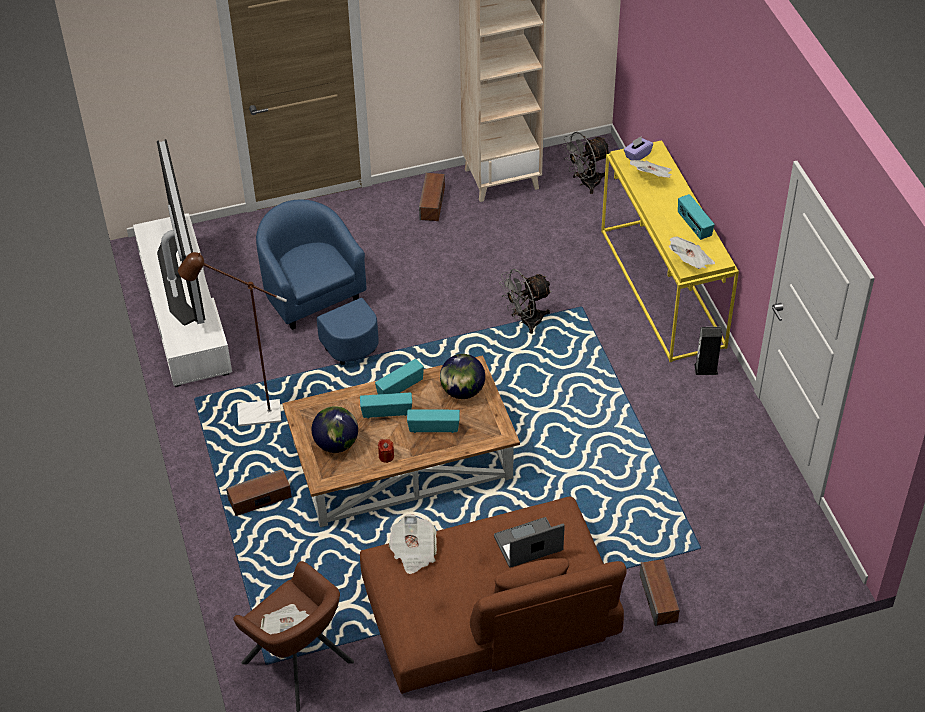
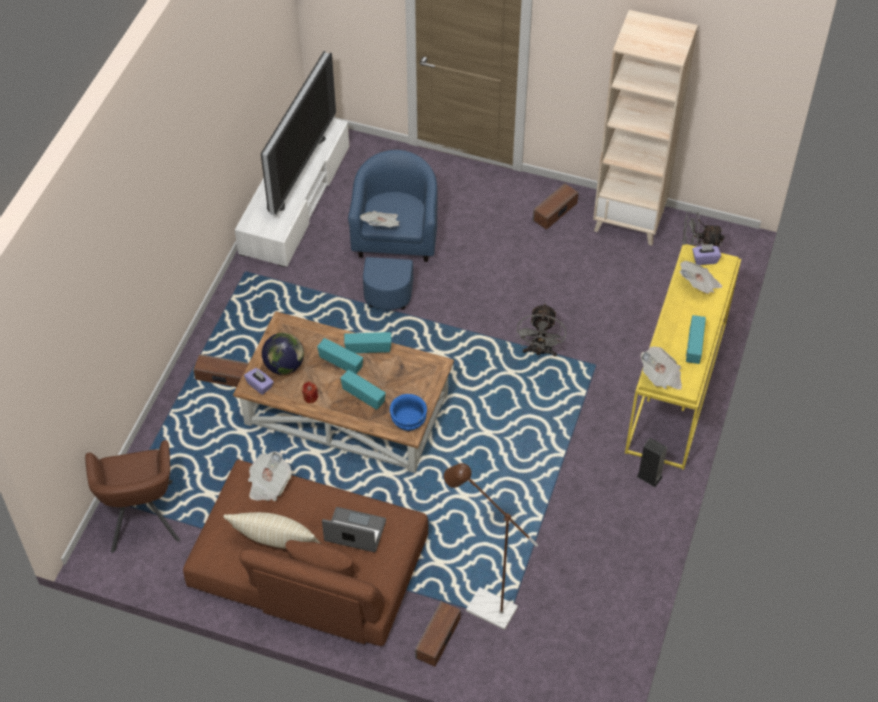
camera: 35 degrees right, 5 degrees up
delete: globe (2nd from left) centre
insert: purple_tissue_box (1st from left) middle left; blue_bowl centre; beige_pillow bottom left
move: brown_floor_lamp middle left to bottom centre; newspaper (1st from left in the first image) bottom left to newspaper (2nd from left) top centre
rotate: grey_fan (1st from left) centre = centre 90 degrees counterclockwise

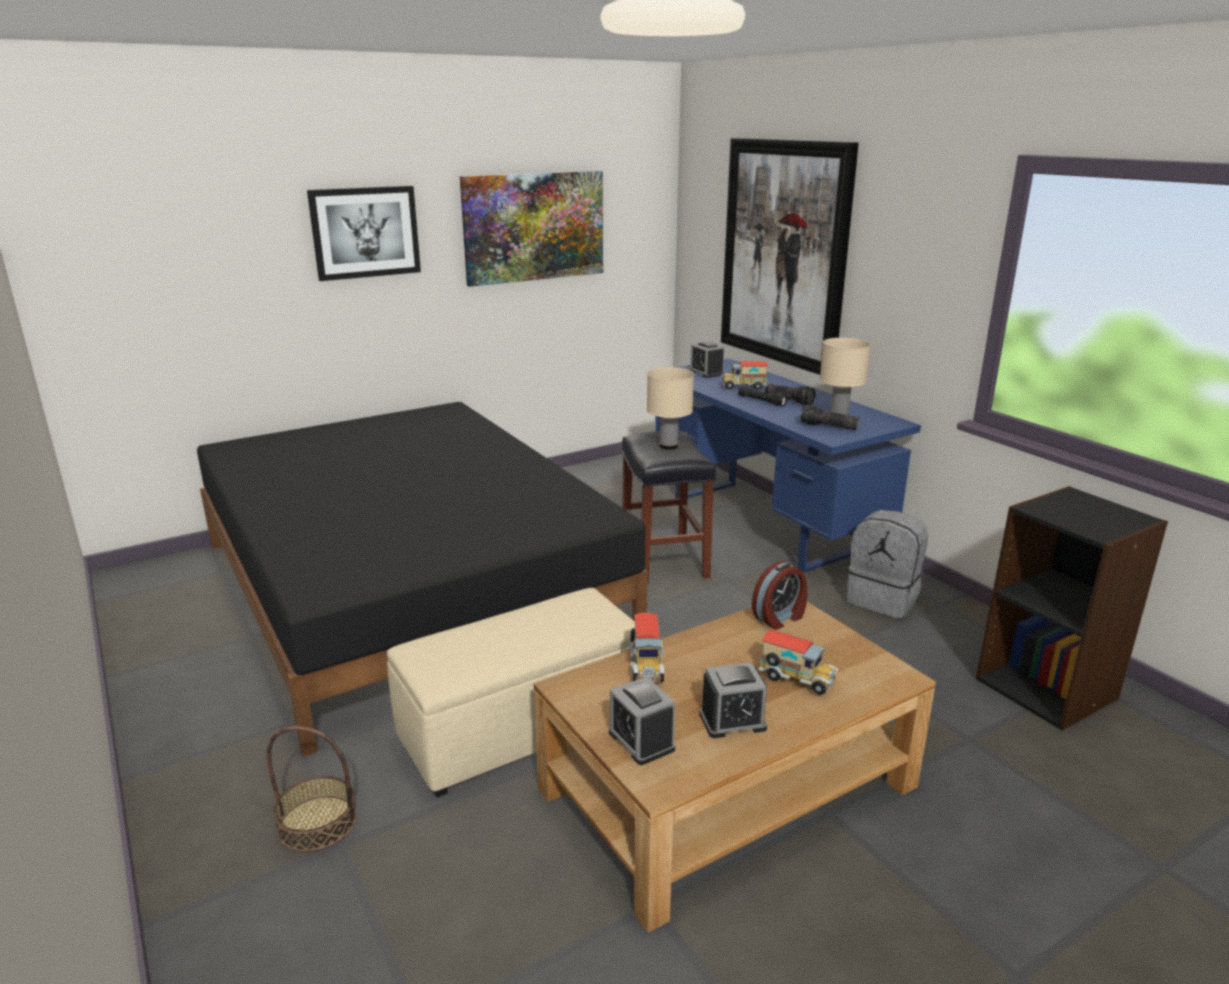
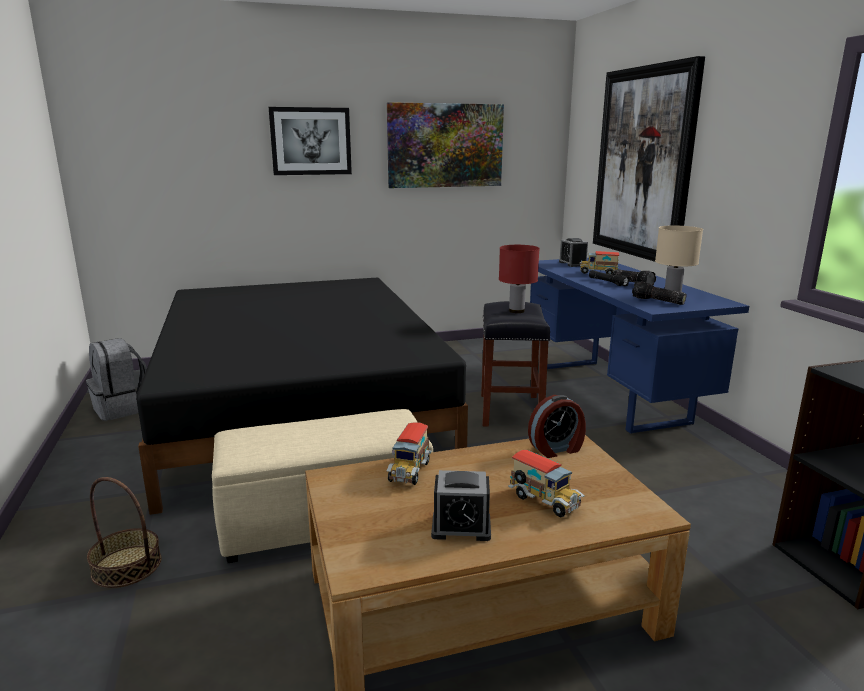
camera: 15 degrees right, 5 degrees down
delete: alarm_clock (1st from left) bottom centre
move: grey_backpack middle right to middle left
recolor: beige_table_lamp (1st from left) centre to red_table_lamp centre

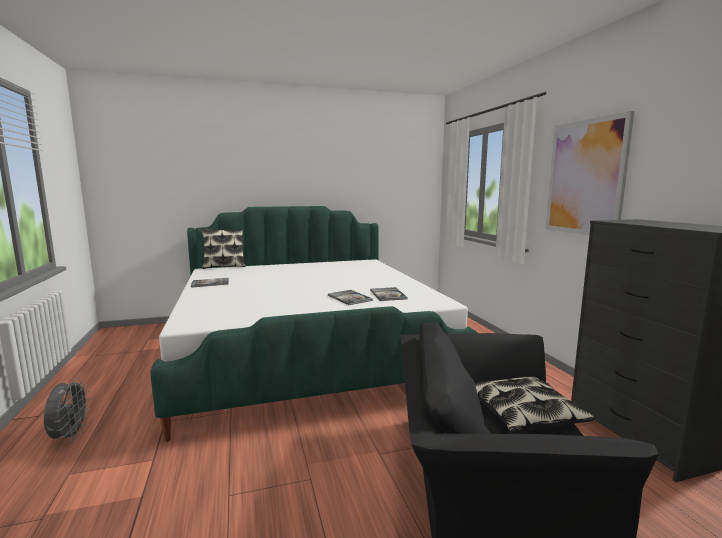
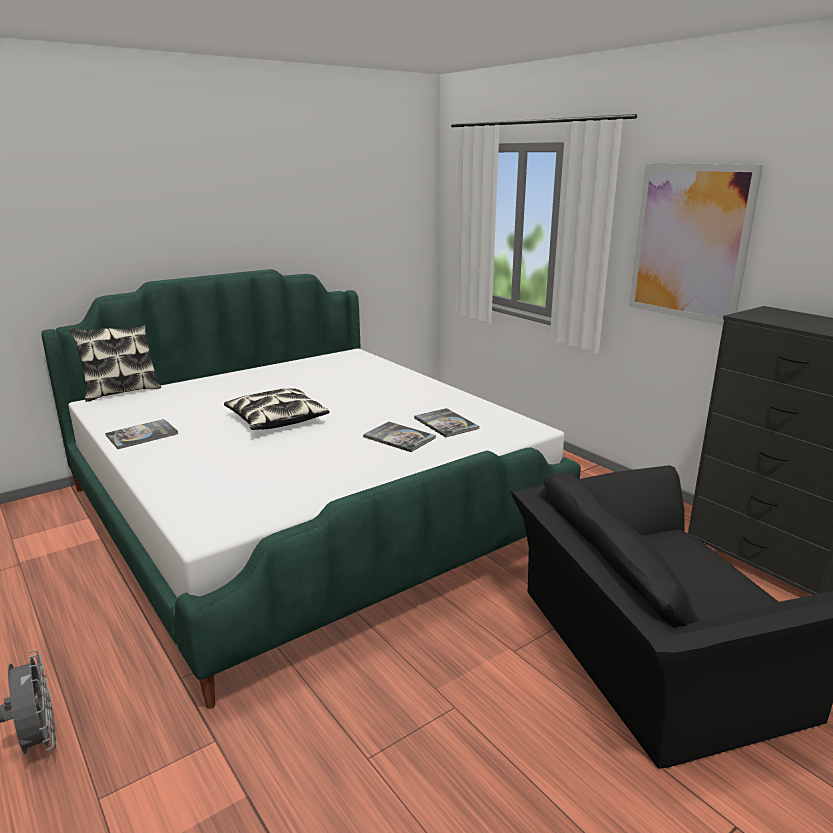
camera: 20 degrees left, 10 degrees up
move: pillow (2nd from left) bottom right to middle left

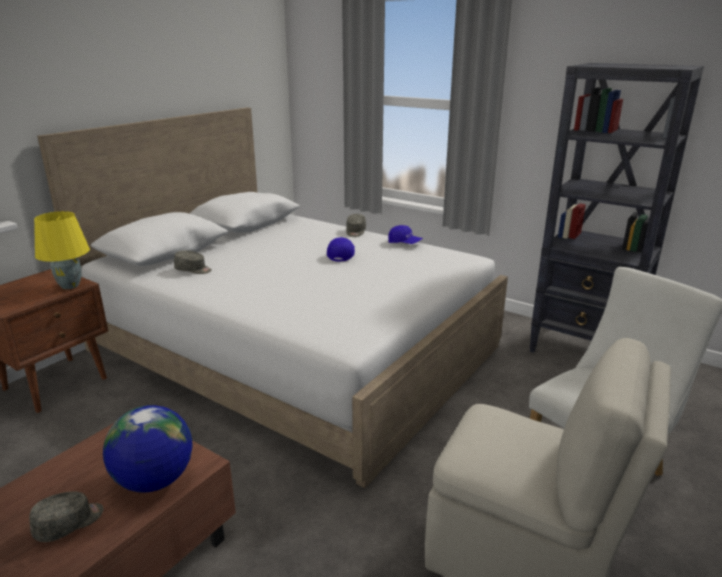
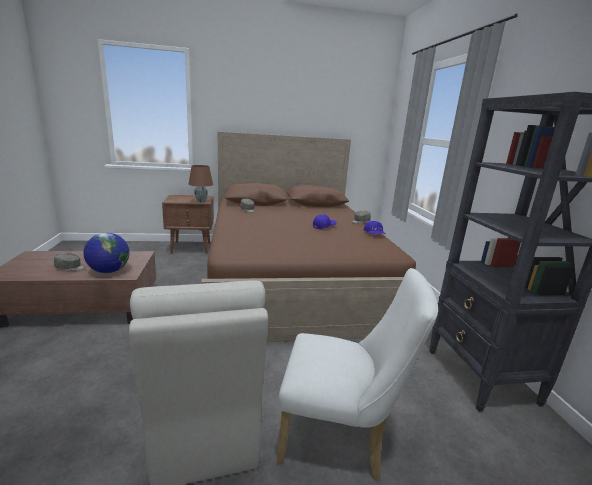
camera: 45 degrees right, 5 degrees down
recolor: white_bed centre to brown_bed centre; yellow_table_lamp middle left to brown_table_lamp centre

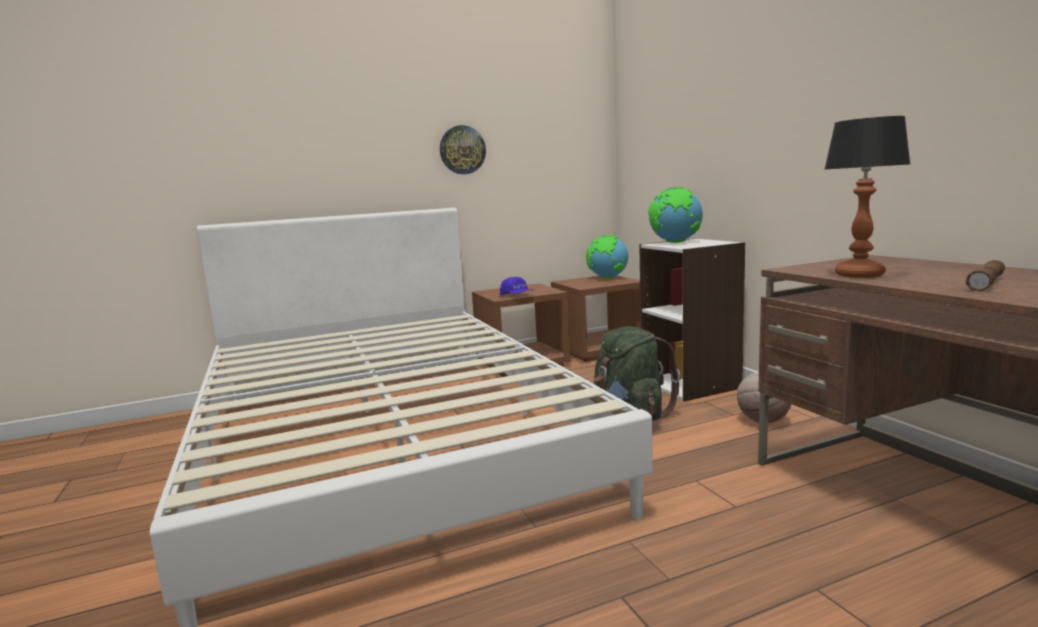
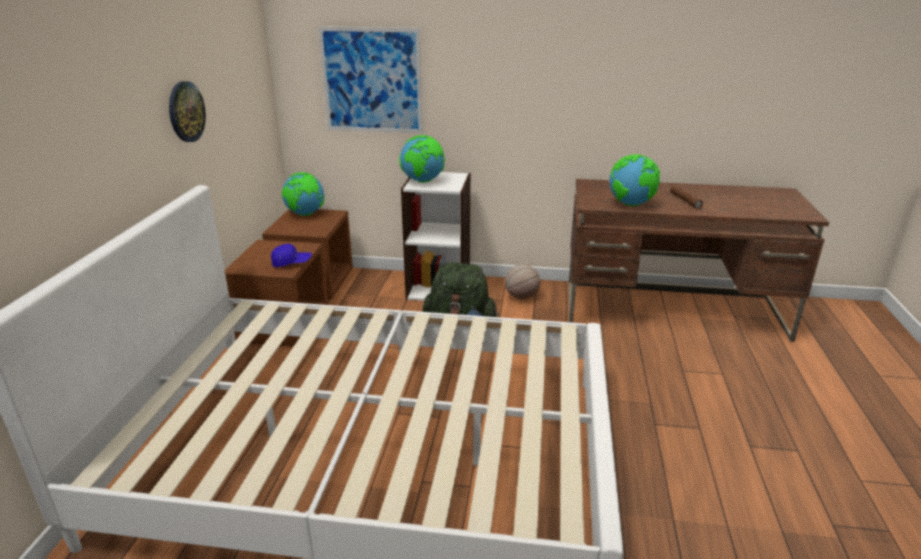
camera: 60 degrees left, 15 degrees up
insert: picture top centre
replace: table_lamp top right to globe (3rd from left) top right

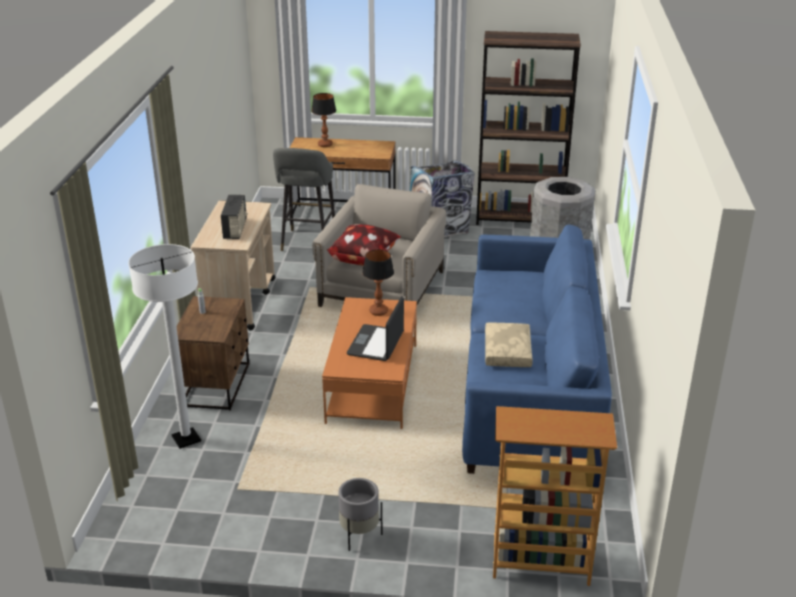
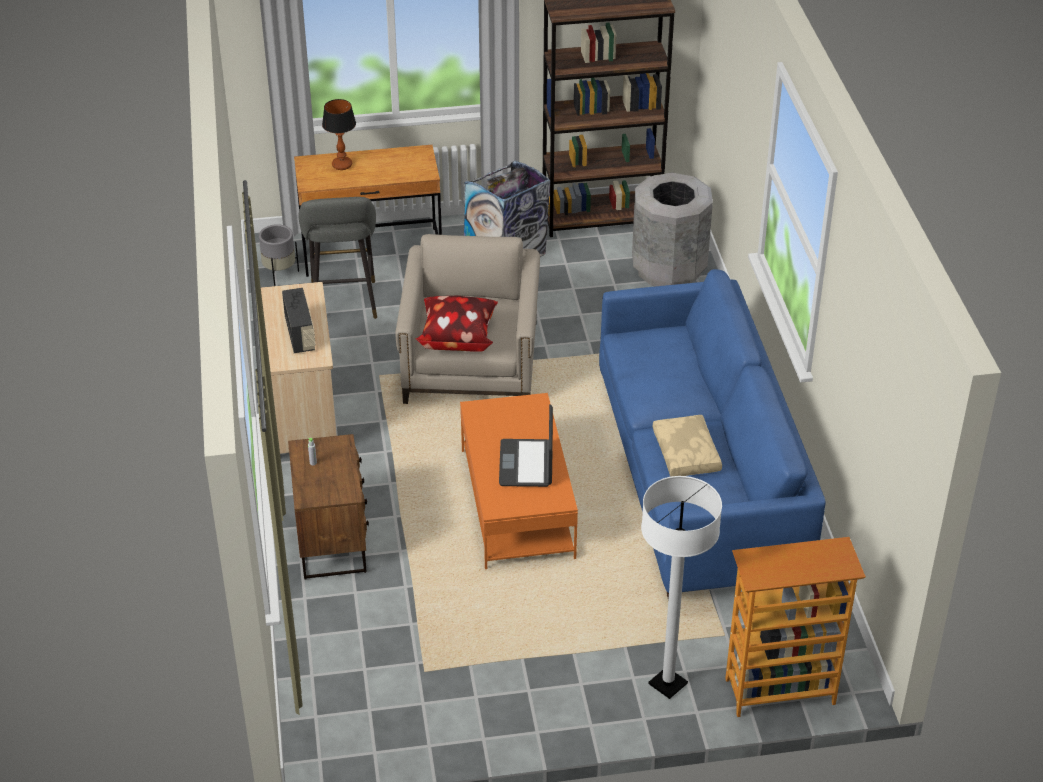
camera: 15 degrees left, 10 degrees up
delete: table_lamp (2nd from left) centre
move: white_floor_lamp middle left to bottom centre; grey_planter bottom centre to top left

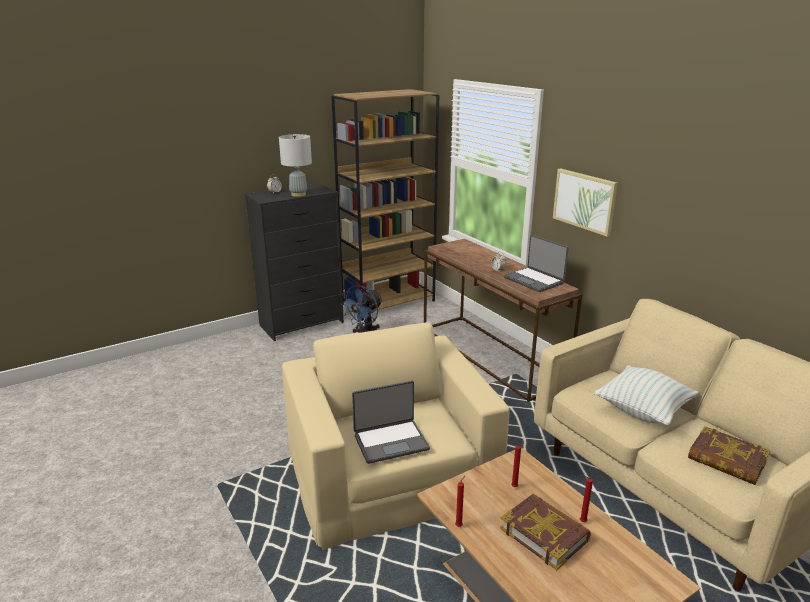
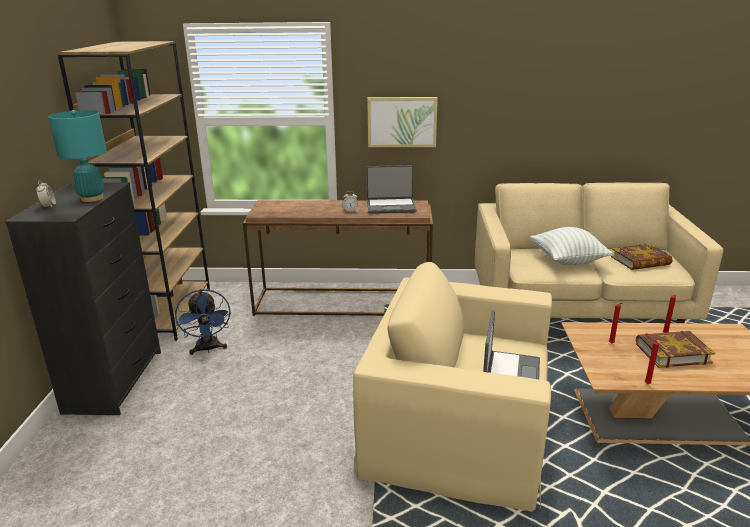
camera: 55 degrees left, 0 degrees up
recolor: grey_table_lamp top centre to turquoise_table_lamp top left

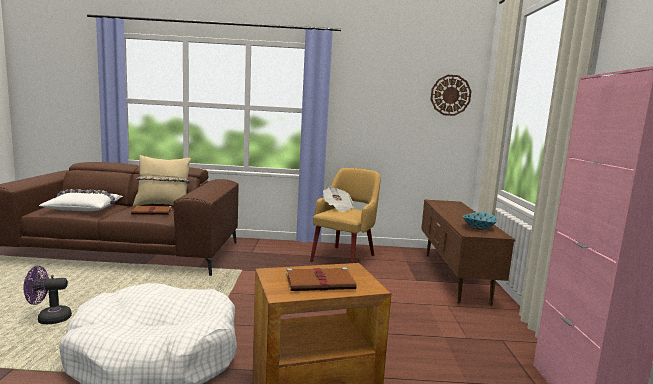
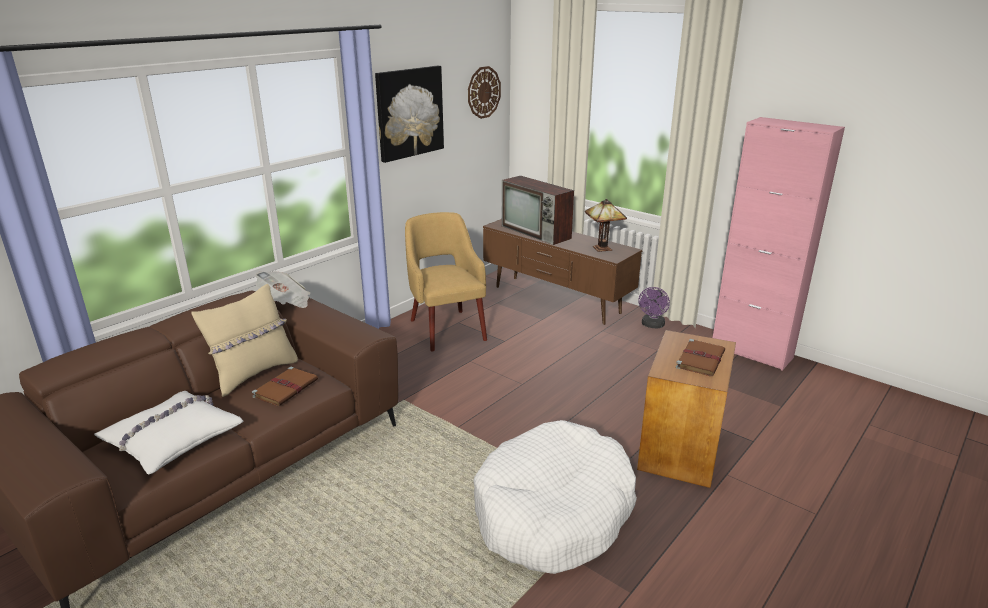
camera: 50 degrees left, 15 degrees up
insert: picture top centre; television centre
move: newspaper centre to middle left; purple_fan bottom left to centre
replace: bowl middle right to table_lamp centre

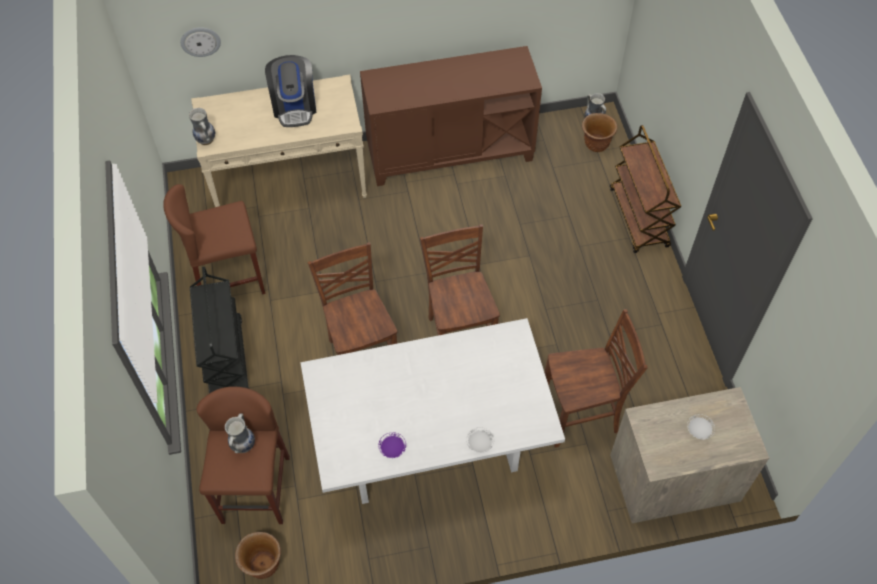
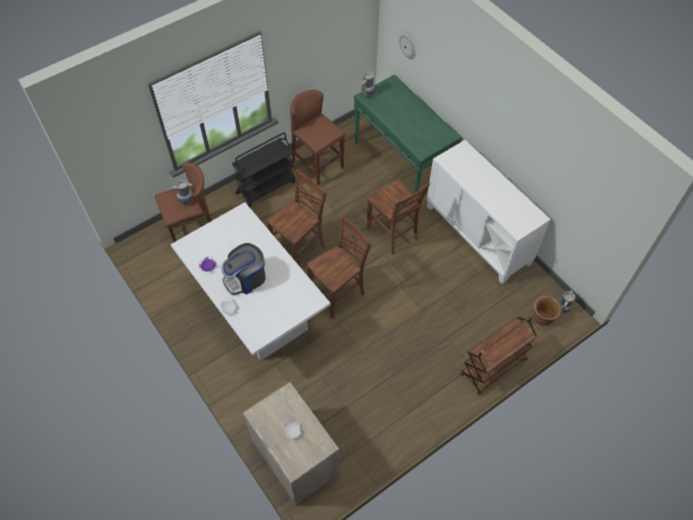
camera: 65 degrees right, 0 degrees up
delete: brown_planter (1st from left) bottom left
move: coffee_machine top left to centre; brown_chair (3rd from left) middle right to centre
recolor: brown_cabinet top centre to white_cabinet middle right; beige_console_table top left to green_console_table top centre

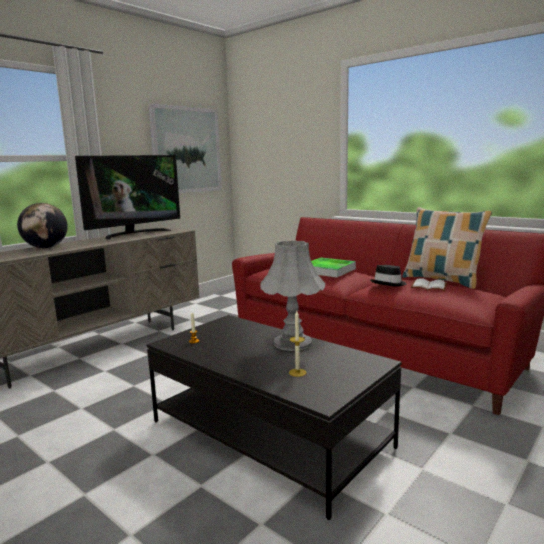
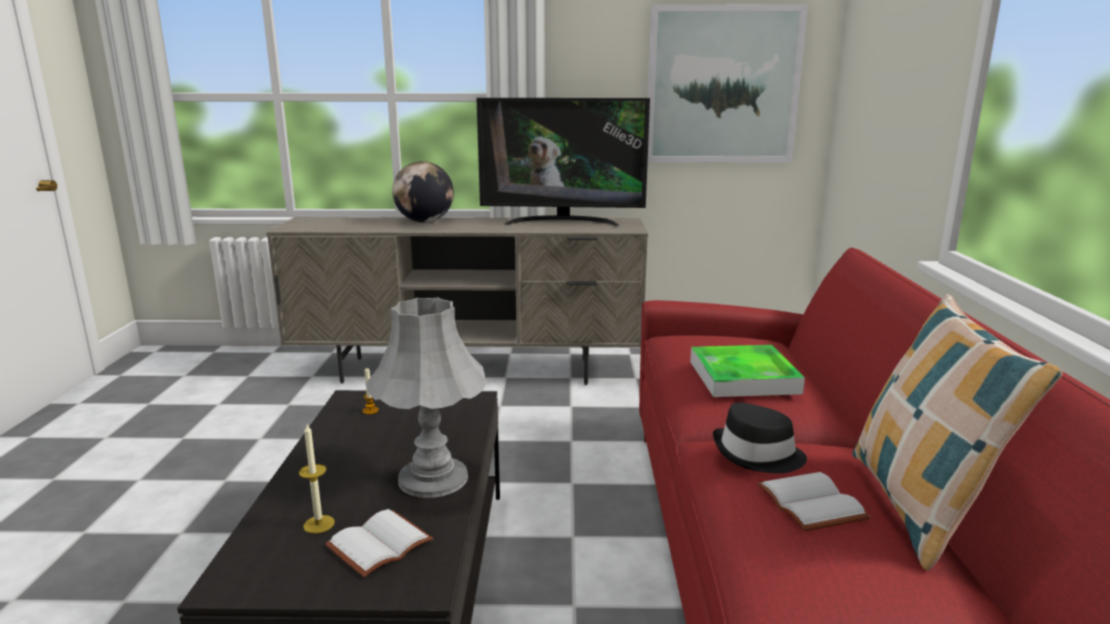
camera: 50 degrees right, 5 degrees up
insert: white_book (1st from left) bottom centre

